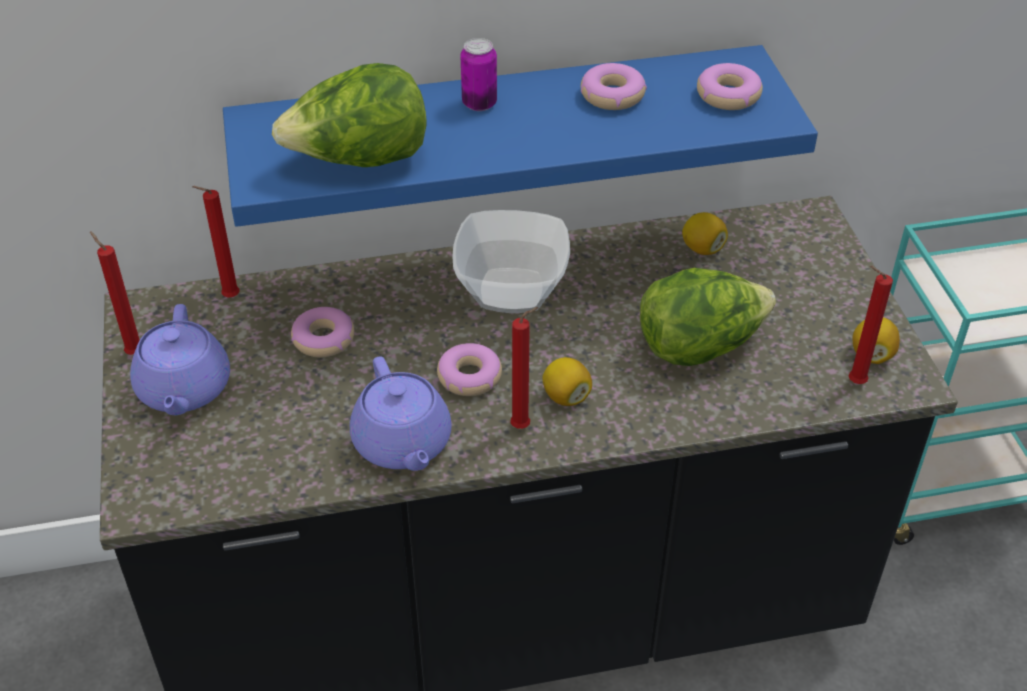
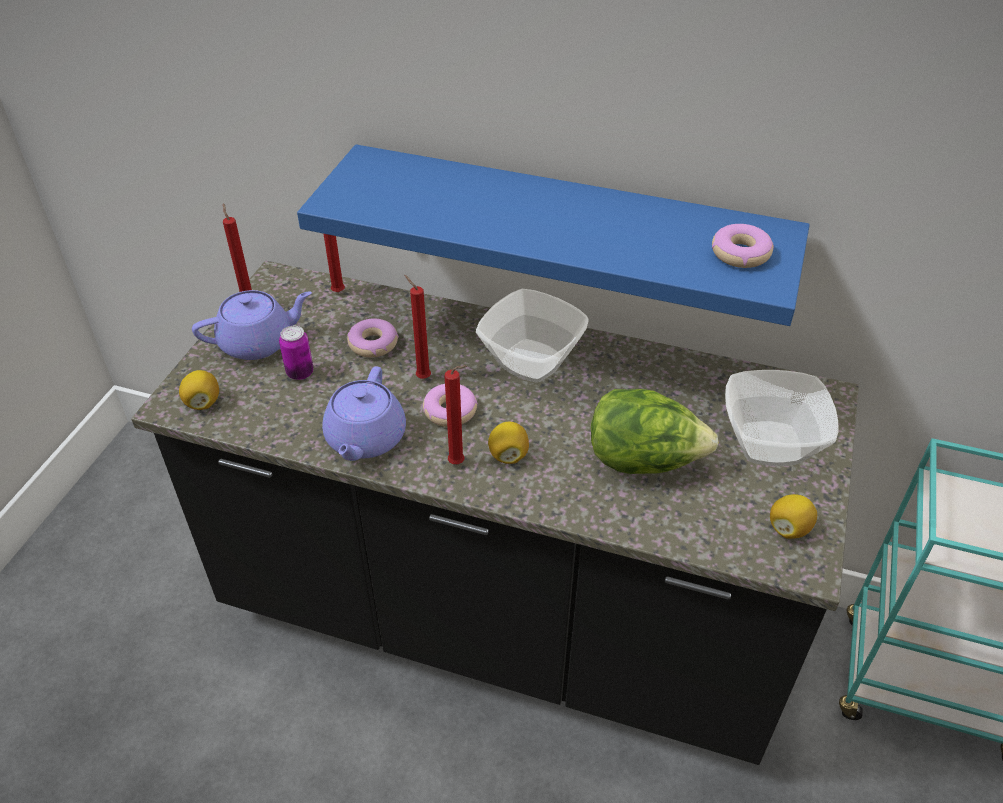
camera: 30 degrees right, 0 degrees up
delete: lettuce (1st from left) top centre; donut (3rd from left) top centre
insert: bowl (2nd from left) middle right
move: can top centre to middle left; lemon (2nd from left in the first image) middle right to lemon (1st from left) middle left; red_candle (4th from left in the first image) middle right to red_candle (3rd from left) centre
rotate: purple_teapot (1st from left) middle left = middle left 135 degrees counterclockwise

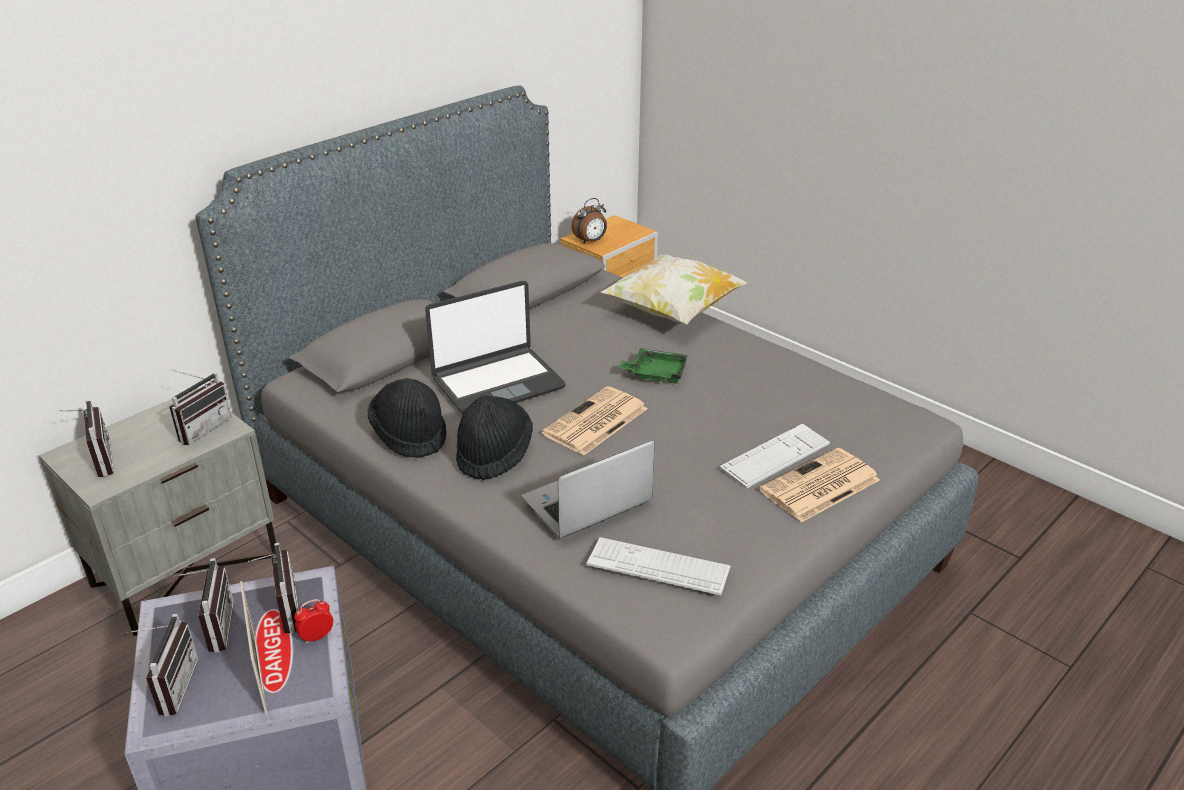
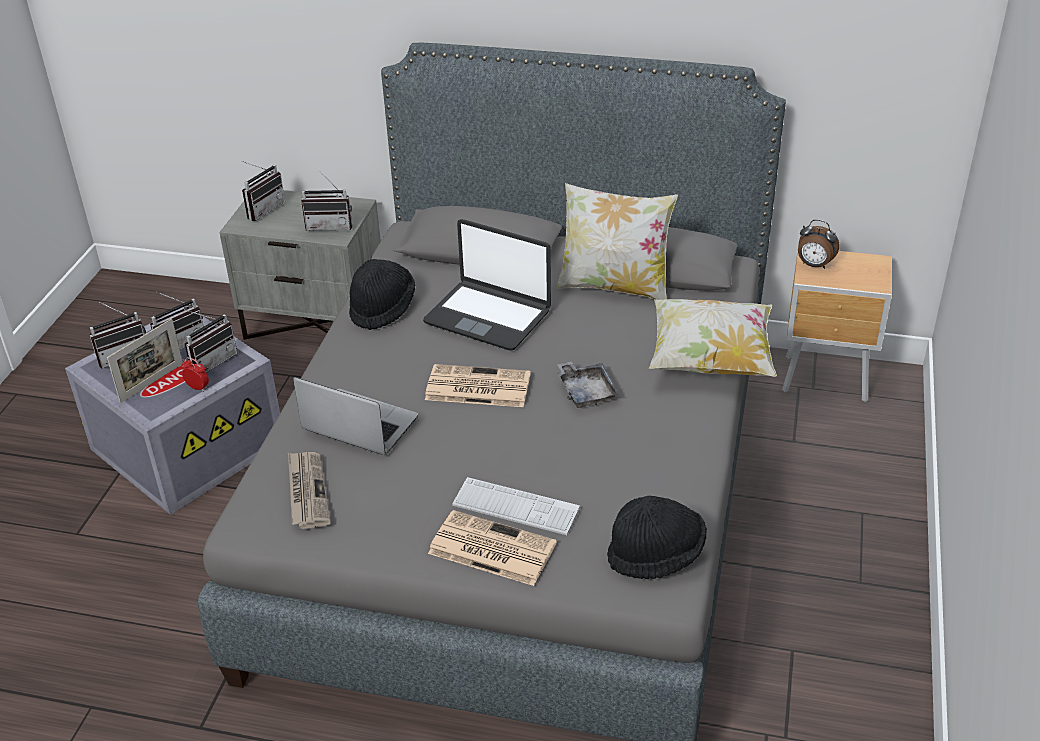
camera: 60 degrees right, 5 degrees up
insert: pillow (1st from left) top centre
move: black_hat (2nd from left) centre to bottom centre
replace: keyboard (1st from left) bottom centre to newspaper (1st from left) middle left
recolor: green_tray centre to grey_tray centre

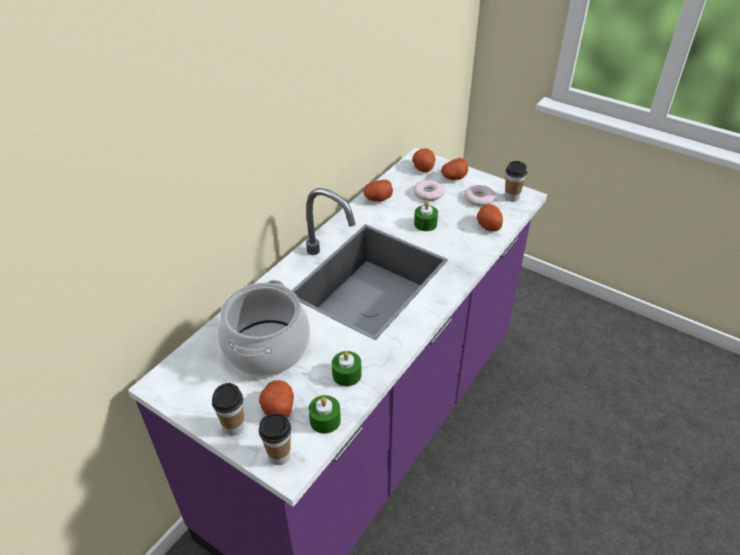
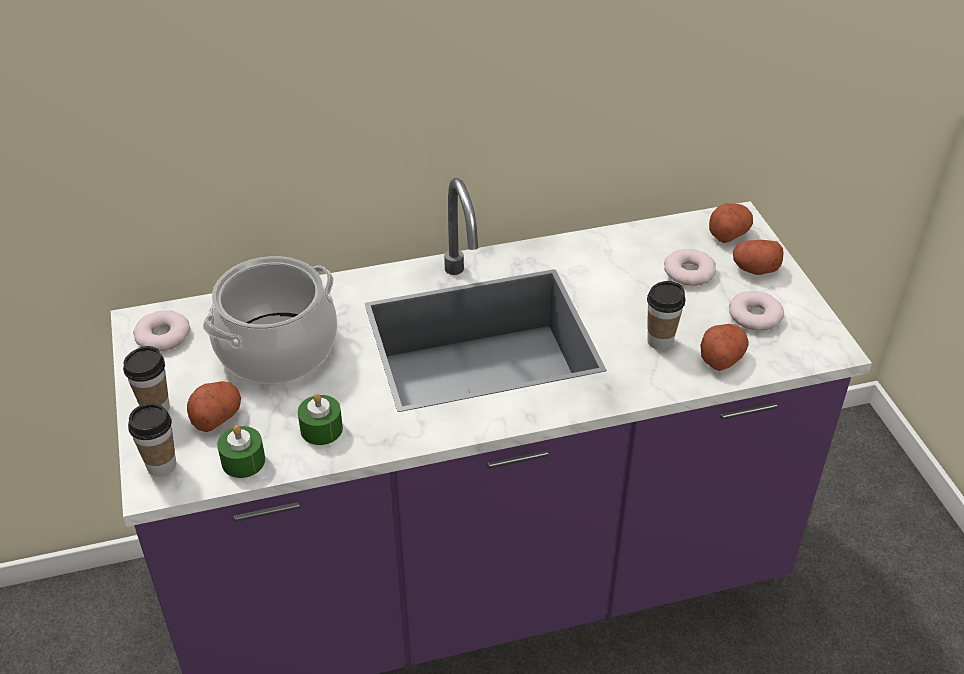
camera: 40 degrees right, 0 degrees up
delete: potato (2nd from left) centre; green_candle (3rd from left) centre
insert: donut (1st from left) middle left
move: cup (3rd from left) top right to middle right

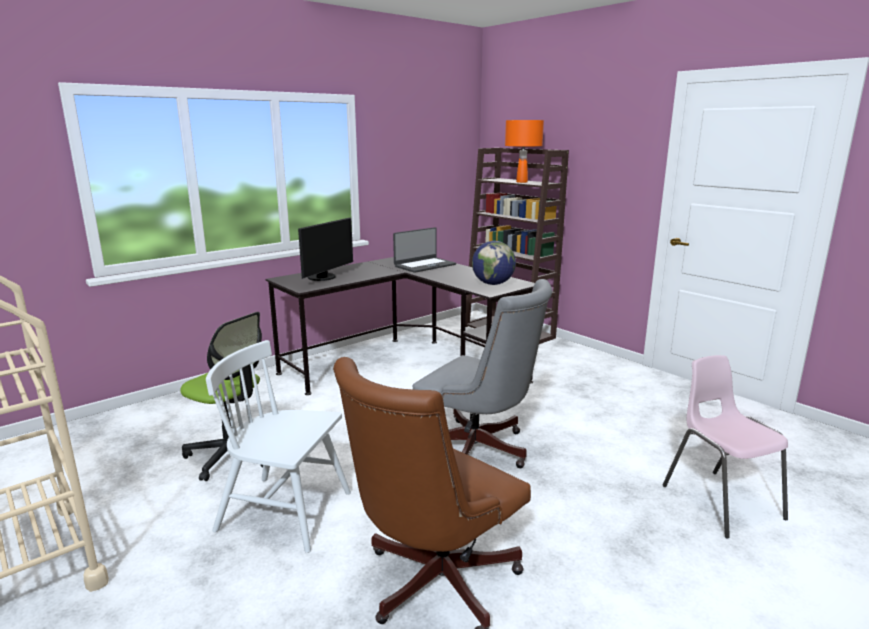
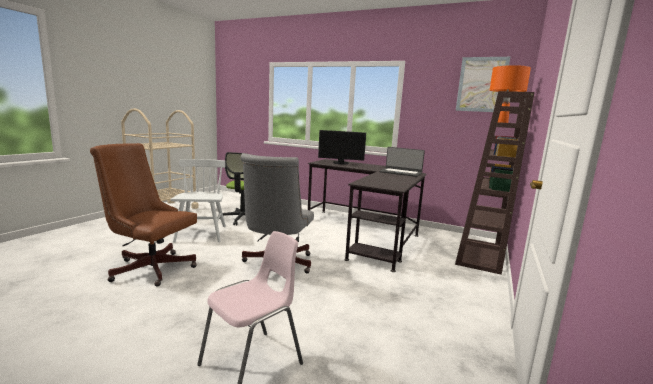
camera: 65 degrees right, 5 degrees down
delete: globe centre
insert: picture top right

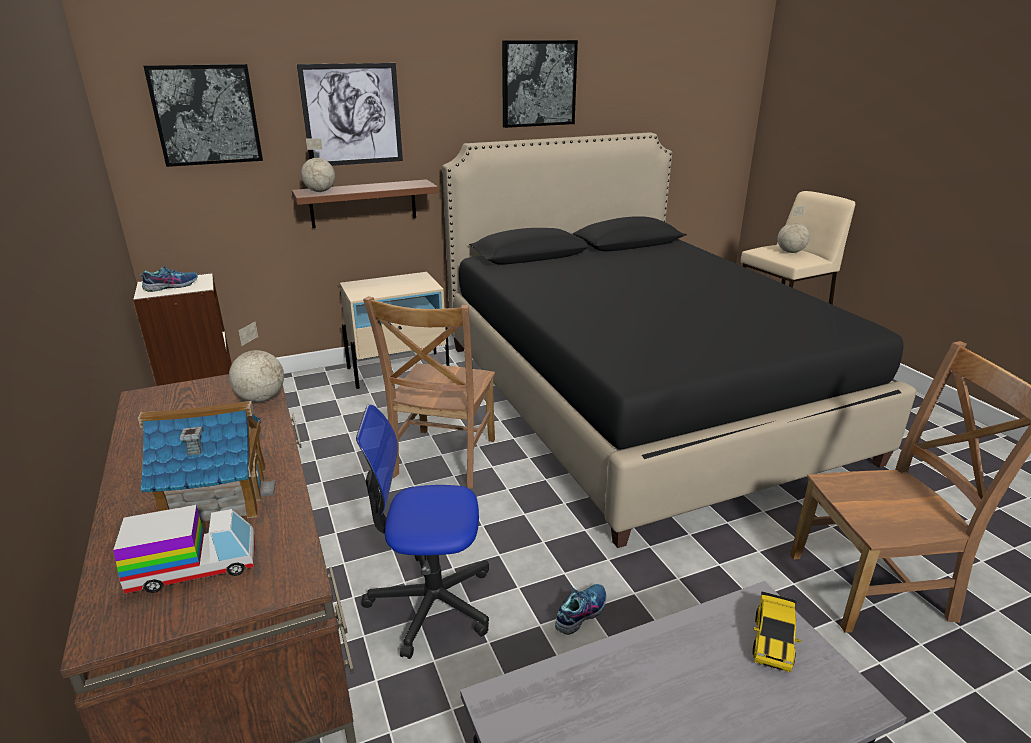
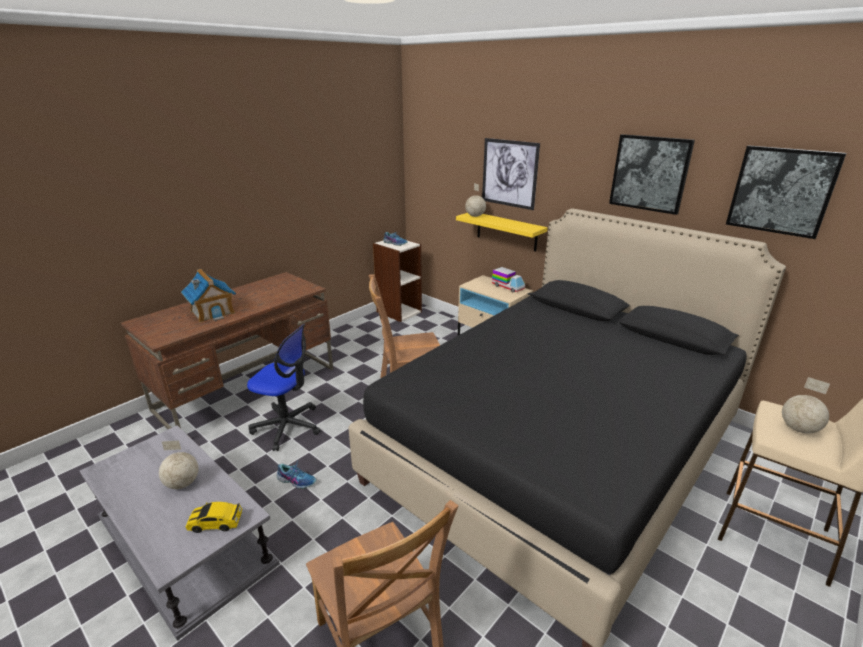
camera: 65 degrees right, 0 degrees up
move: picture (1st from left in the first image) top left to picture (3rd from left) top right; globe (1st from left) middle left to bottom left; toy_truck bottom left to centre
recolor: brown_shelf top centre to yellow_shelf centre
rotate: office_chair bottom centre = middle left 135 degrees clockwise

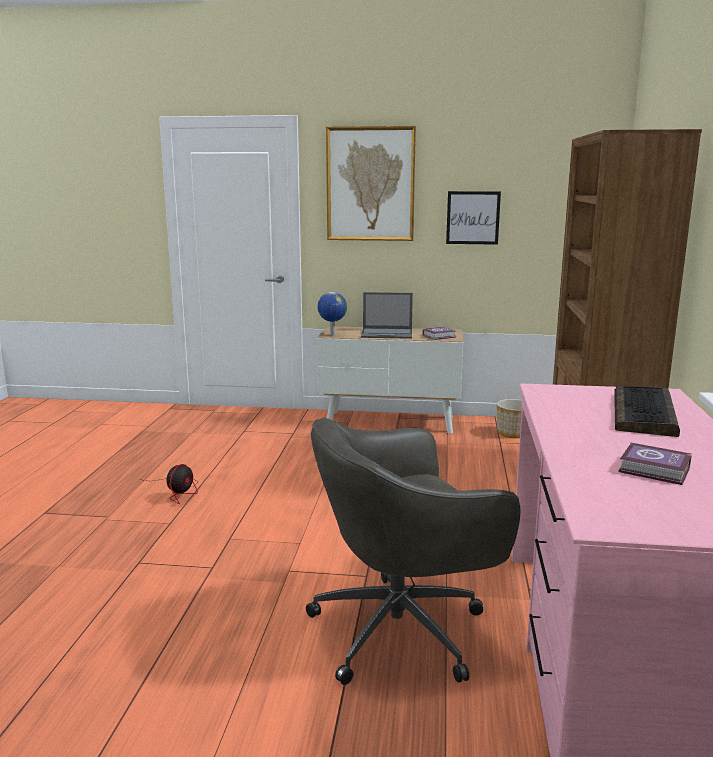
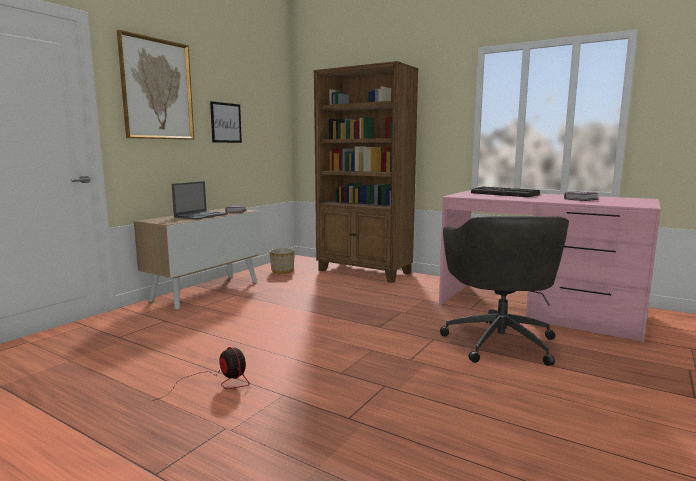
camera: 65 degrees left, 5 degrees down
delete: globe centre

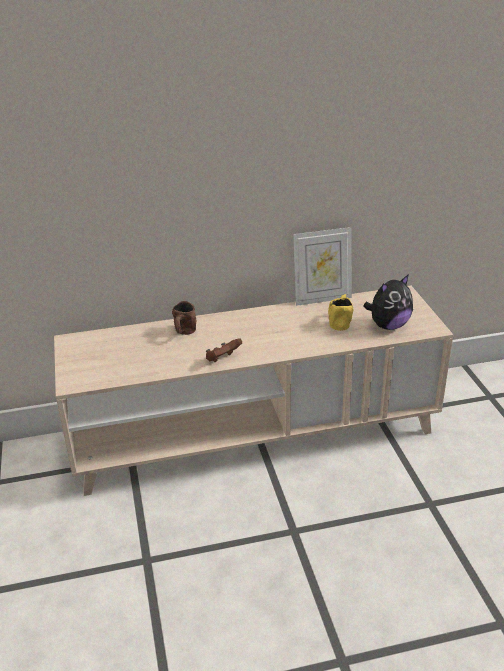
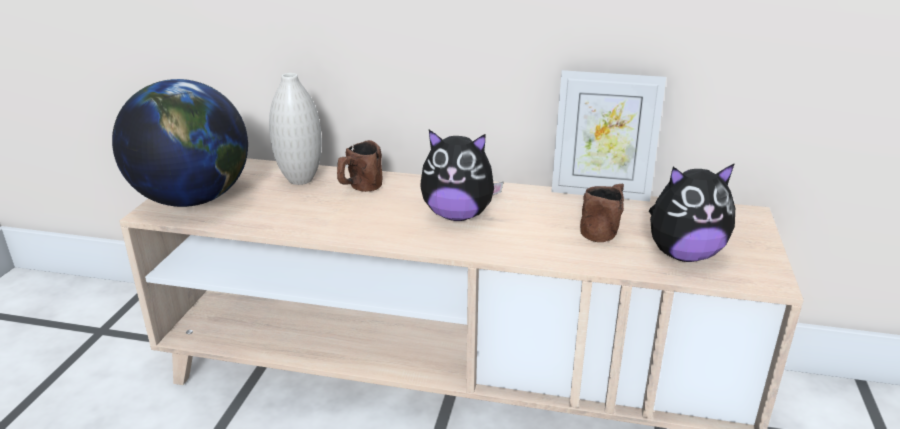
camera: 25 degrees right, 5 degrees down
delete: brown_game_controller centre
insert: white_vase top left; globe middle left; plush_toy (1st from left) centre
recolor: yellow_mug middle right to brown_mug (2nd from left) middle right

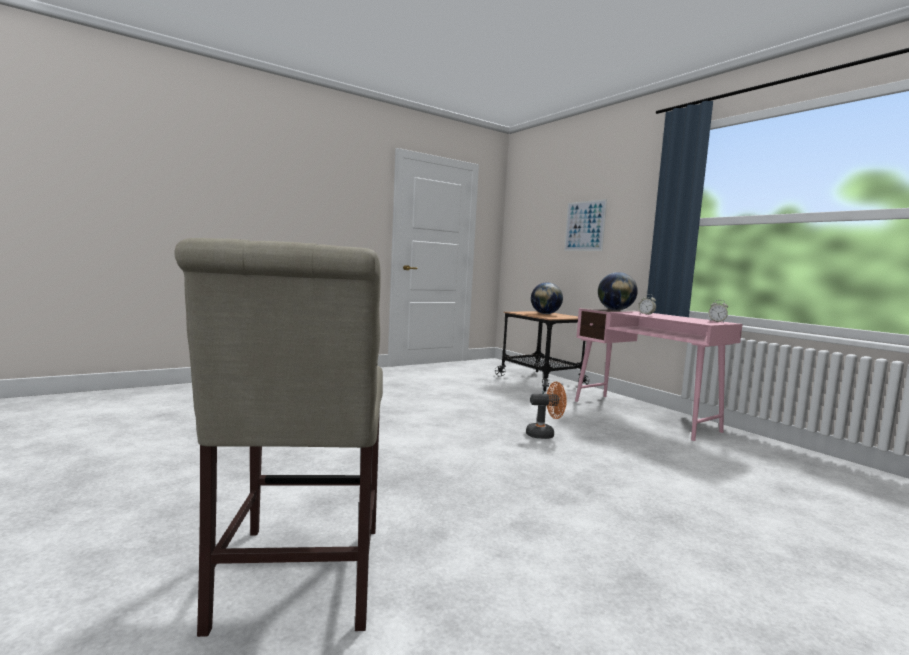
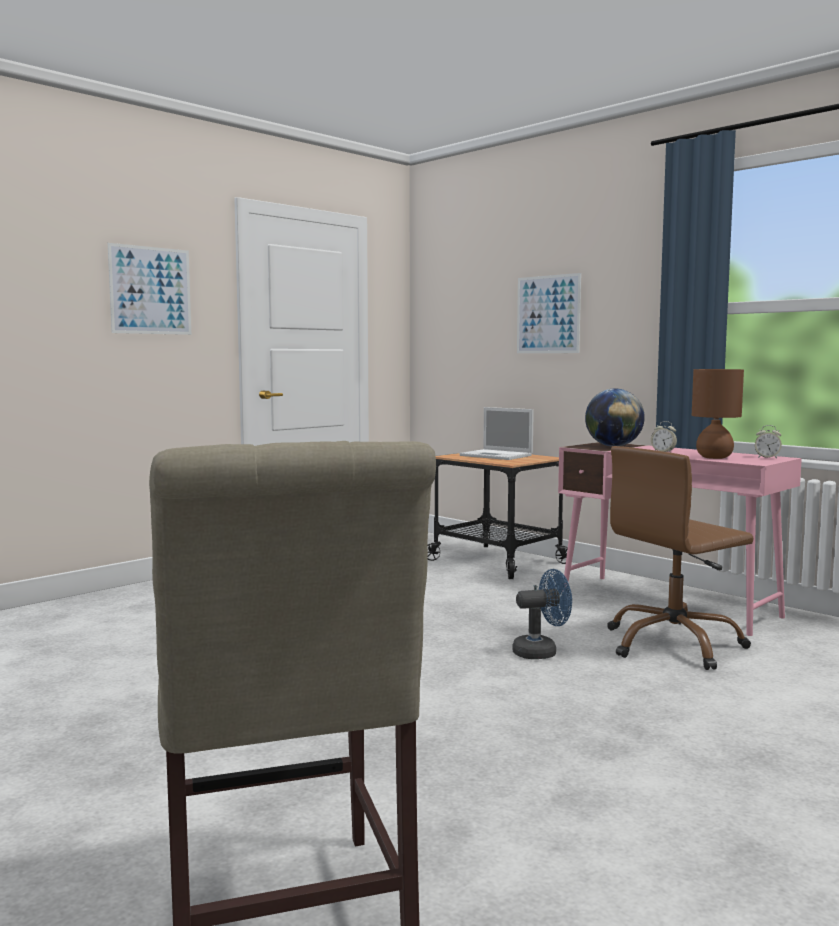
camera: 10 degrees left, 0 degrees up
insert: picture (1st from left) top left; brown_table_lamp middle right; brown_office_chair middle right
replace: globe (1st from left) centre to laptop centre
recolor: orange_fan centre to blue_fan centre

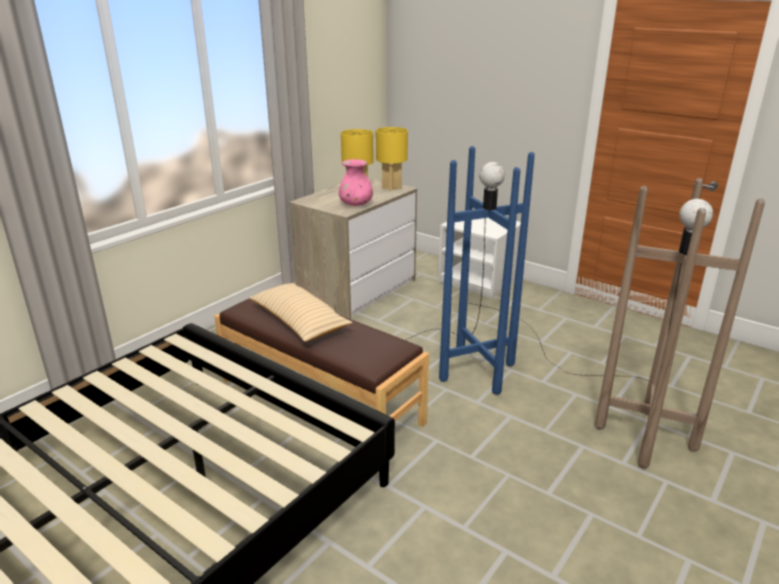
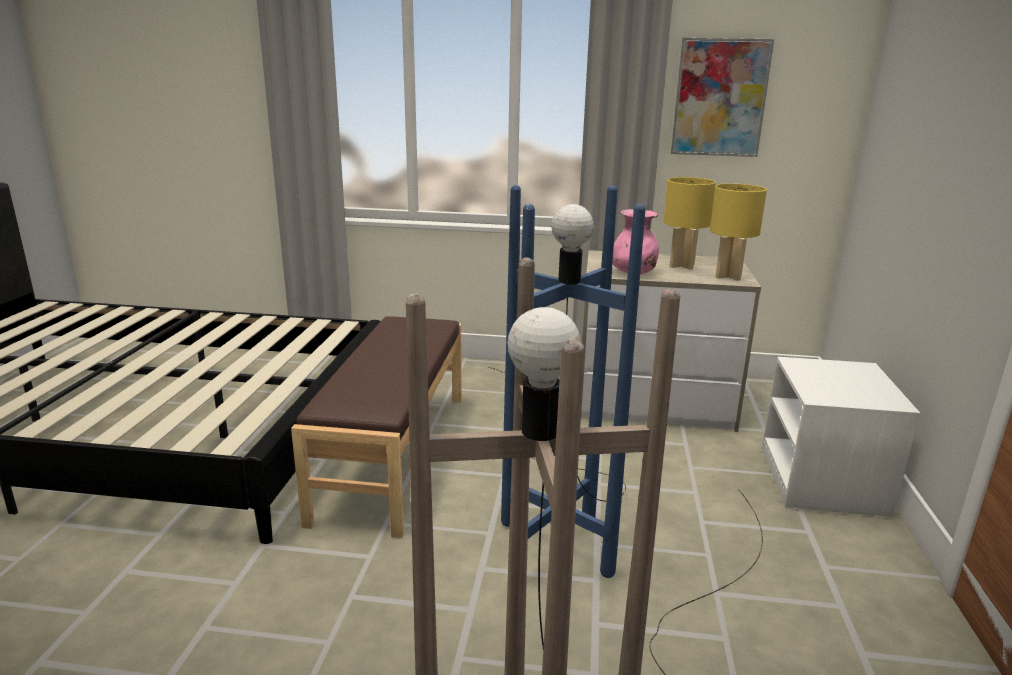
camera: 60 degrees right, 5 degrees down
delete: beige_pillow centre
insert: picture top right

